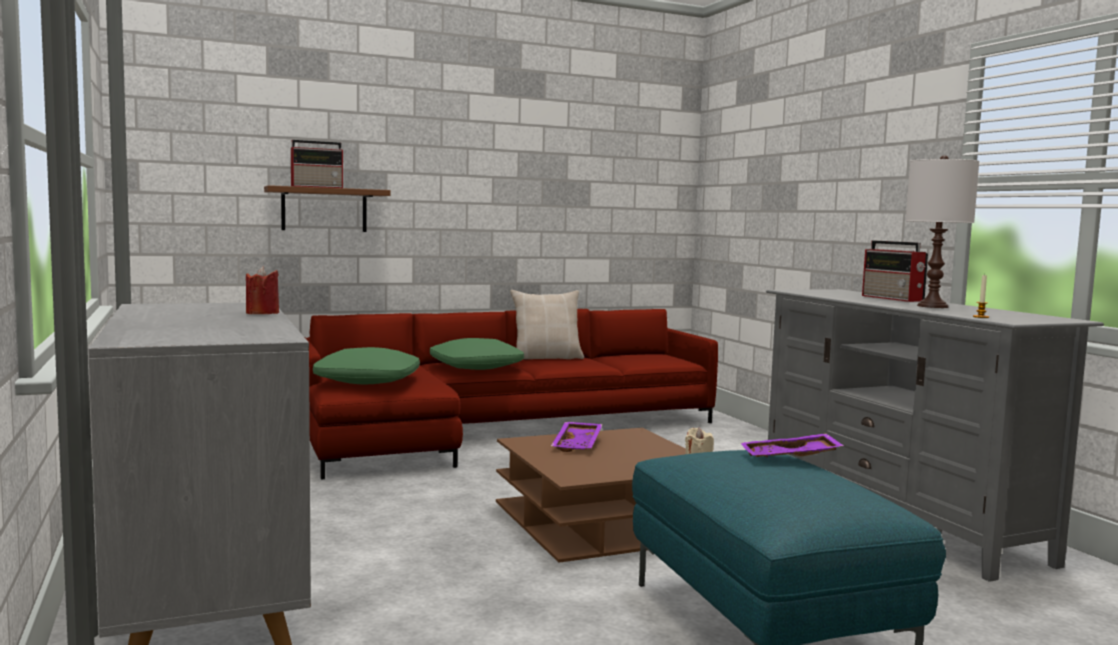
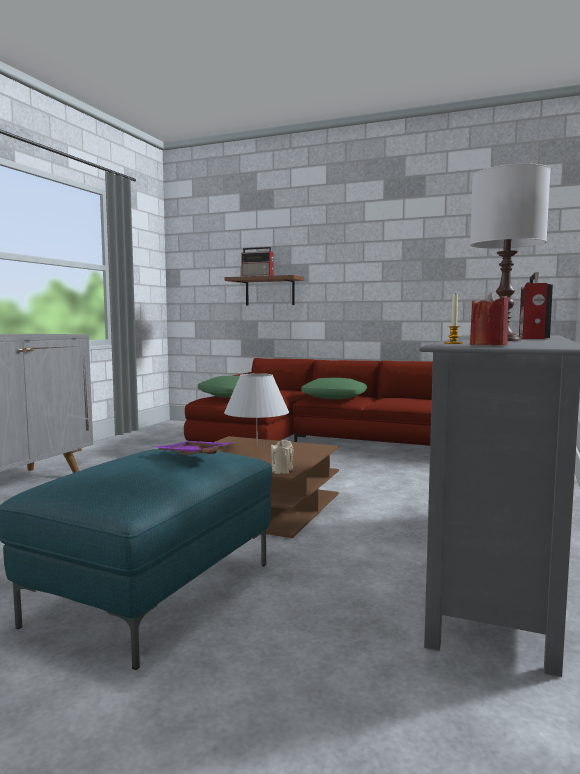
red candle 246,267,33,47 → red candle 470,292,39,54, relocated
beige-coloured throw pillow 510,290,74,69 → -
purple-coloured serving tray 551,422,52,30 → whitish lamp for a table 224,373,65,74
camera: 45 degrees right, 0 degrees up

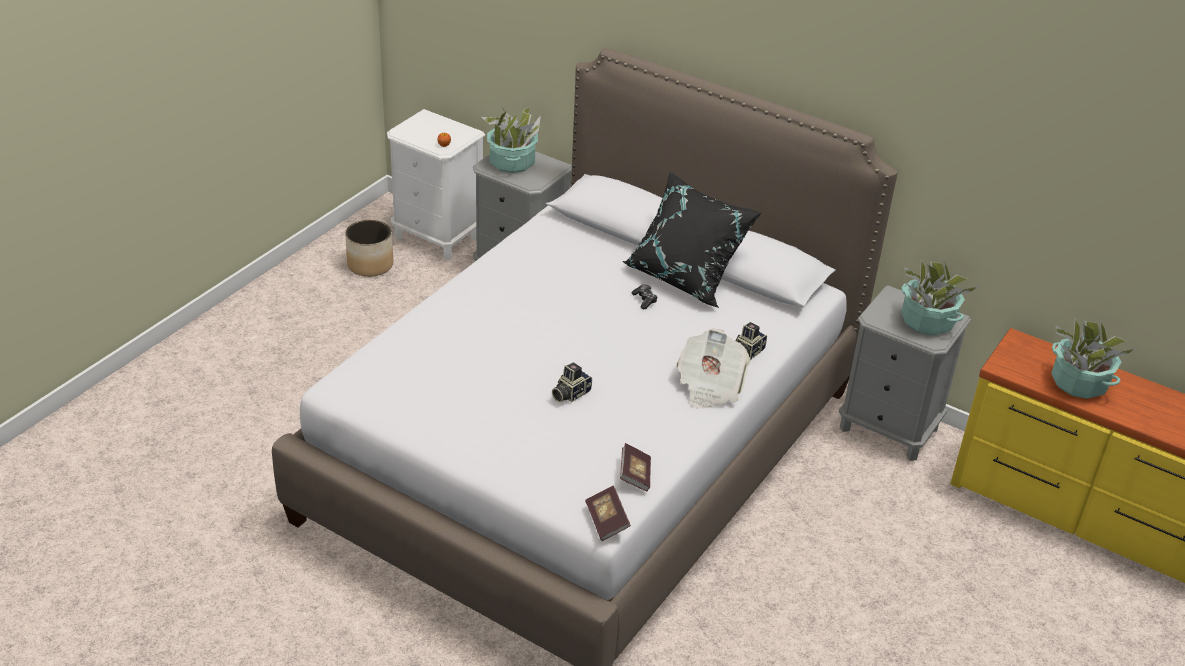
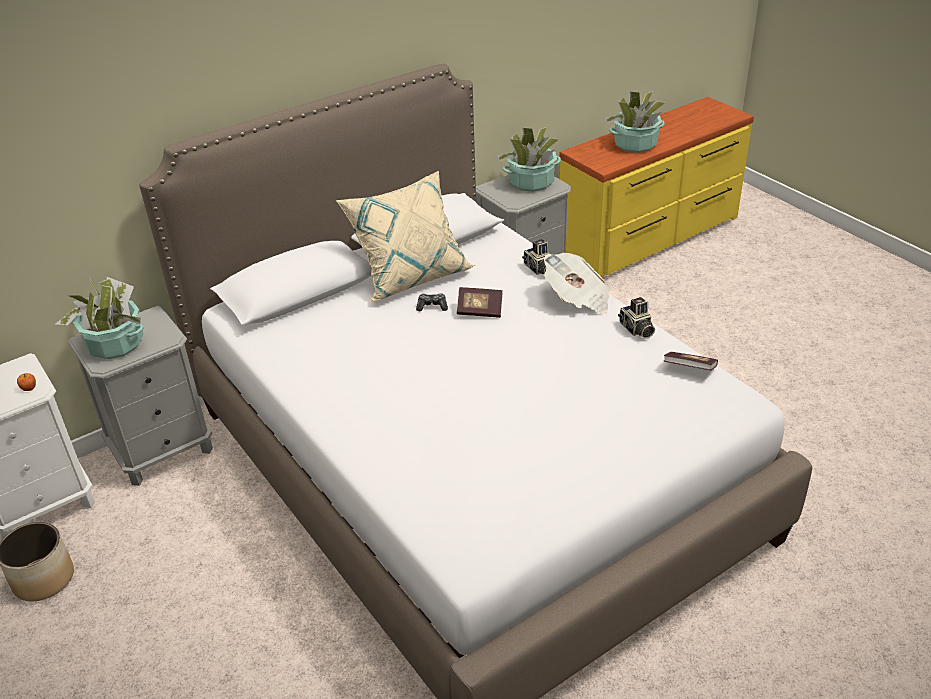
blackish throw pillow 622,171,140,137 → beige-coloured throw pillow 336,171,139,131
still camera 552,362,40,40 → still camera 618,297,37,42, relocated
volume 585,486,46,55 → volume 457,287,46,31, relocated
camera: 65 degrees left, 0 degrees up

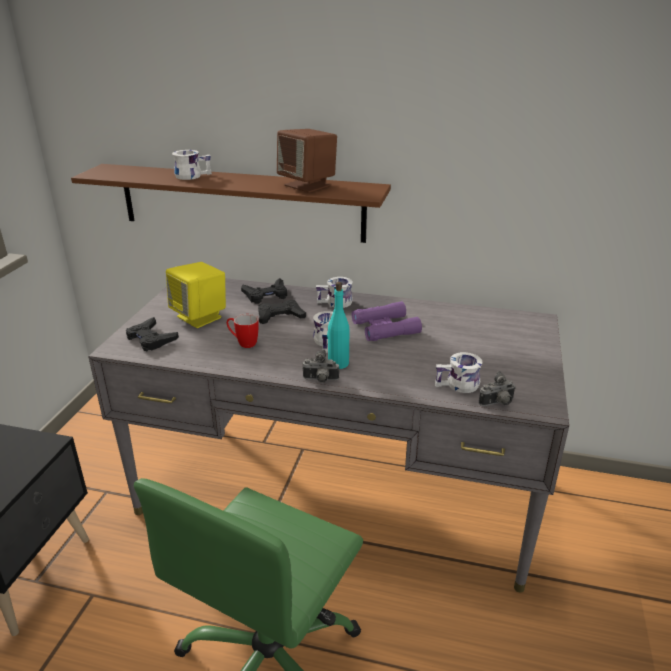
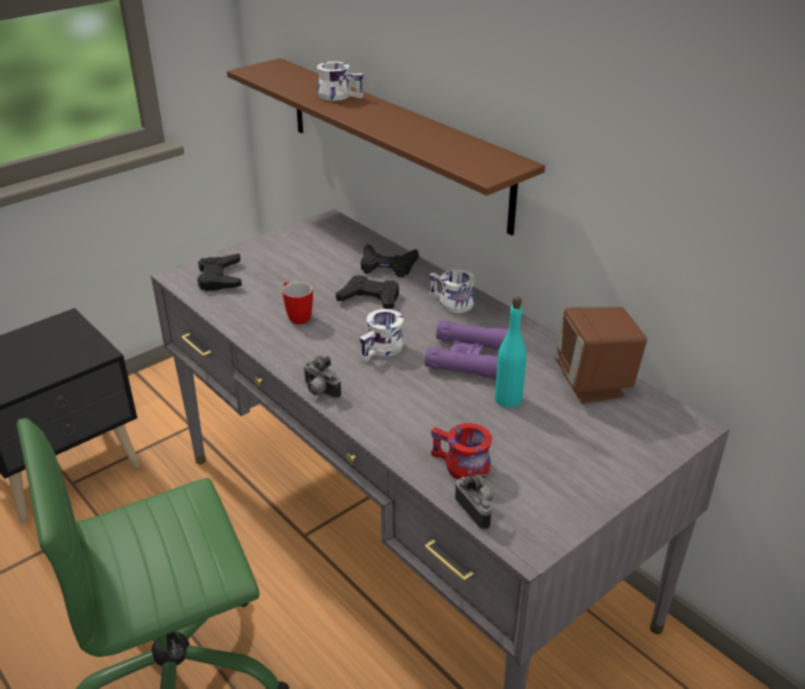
brown-coloured loudspeaker 277,129,60,64 → brown-coloured loudspeaker 555,307,92,97, relocated
yellow-coloured loudspeaker 166,262,60,66 → -
turquoise bottle 327,282,22,87 → turquoise bottle 495,296,31,112, relocated
whitish coffee mug 435,352,48,41 → red coffee mug 431,423,61,57
still camera 478,371,38,35 → still camera 455,474,38,56, 135 degrees counterclockwise
camera: 35 degrees right, 5 degrees up

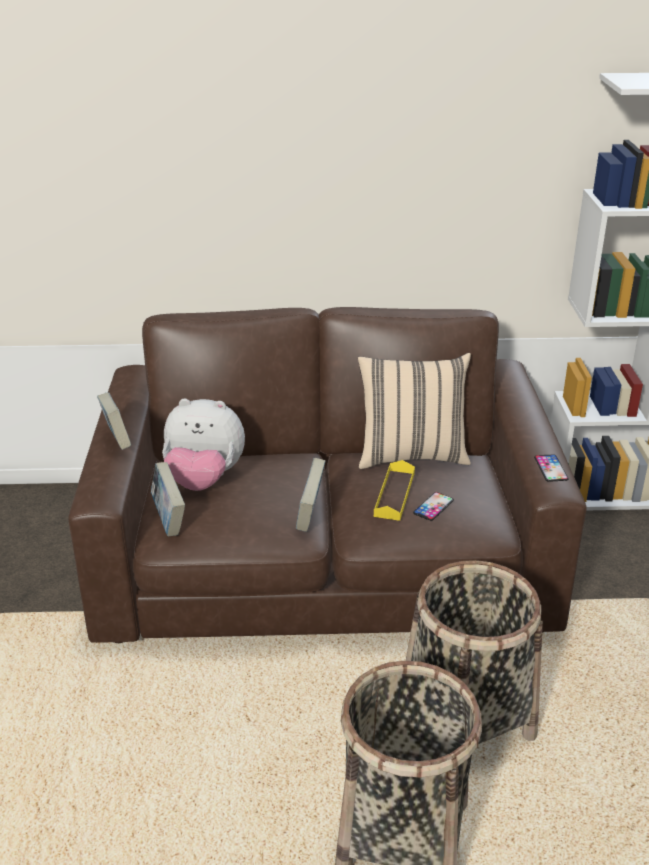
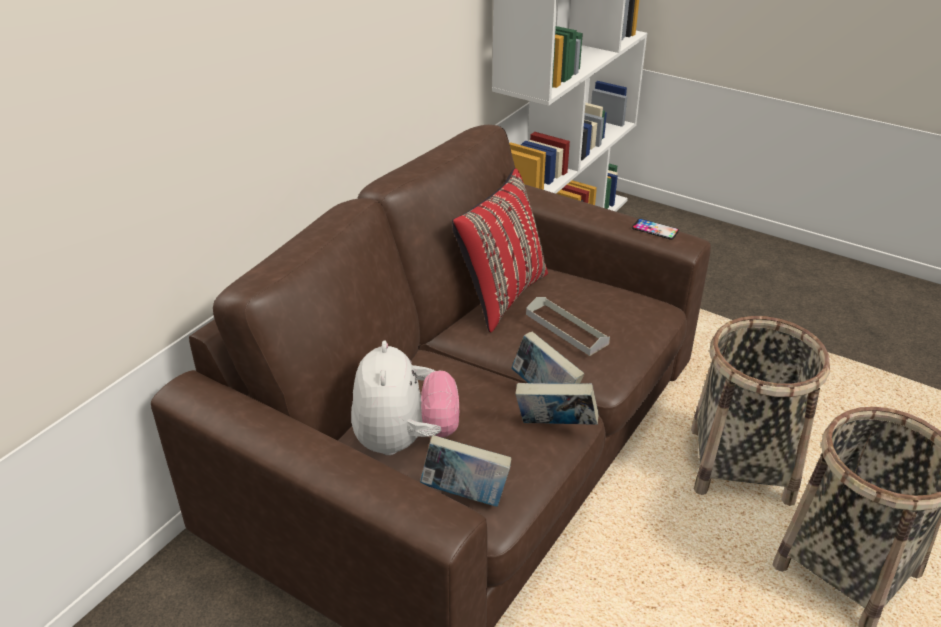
beige-coloured throw pillow 358,353,113,116 → red throw pillow 452,168,96,165
volume 97,392,34,58 → volume 515,383,84,42, relocated
cuddly toy 162,399,83,92 → cuddly toy 351,341,108,114, 45 degrees counterclockwise
yellow-coloured serving tray 374,460,41,61 → gray serving tray 526,297,84,59
handset 413,492,41,29 → -
camera: 55 degrees left, 5 degrees up

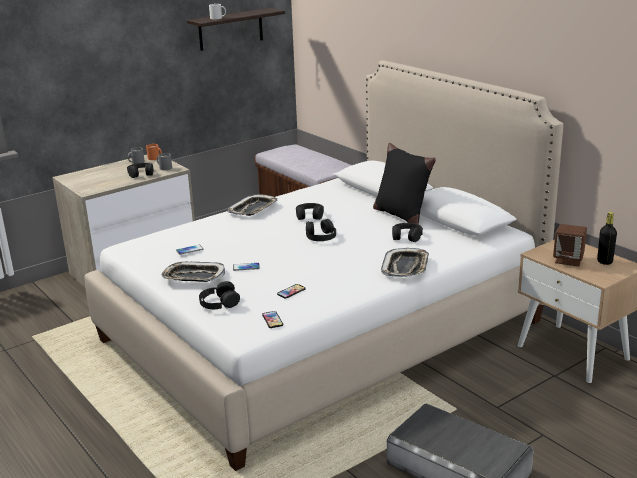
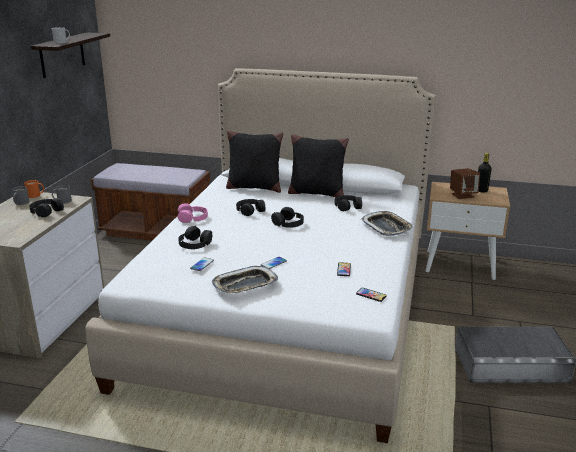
serving tray 228,194,49,22 → pinkish headset 178,203,30,20
blackish headset 199,281,41,28 → blackish headset 178,226,34,23, relocated
- → blackish throw pillow 226,130,57,63
camera: 40 degrees left, 0 degrees up

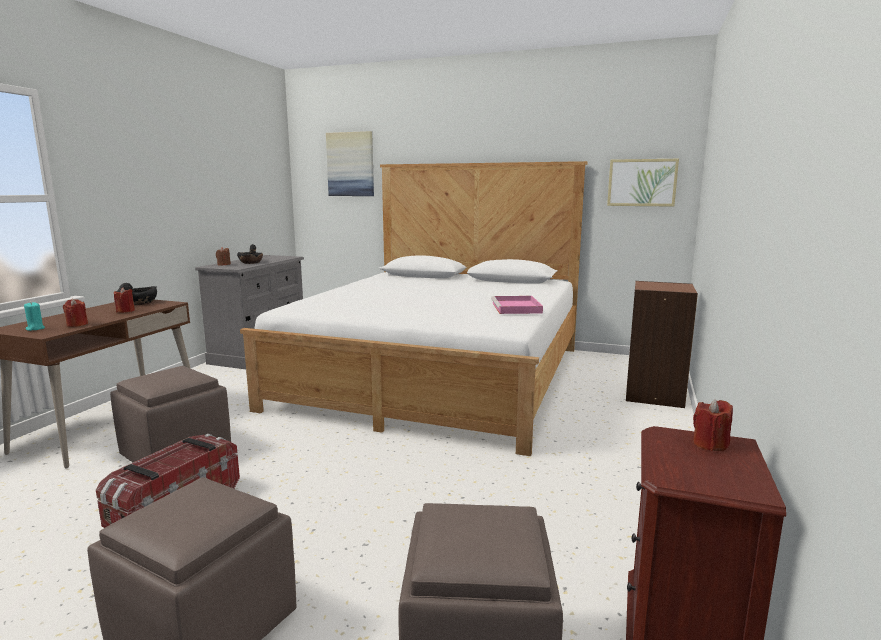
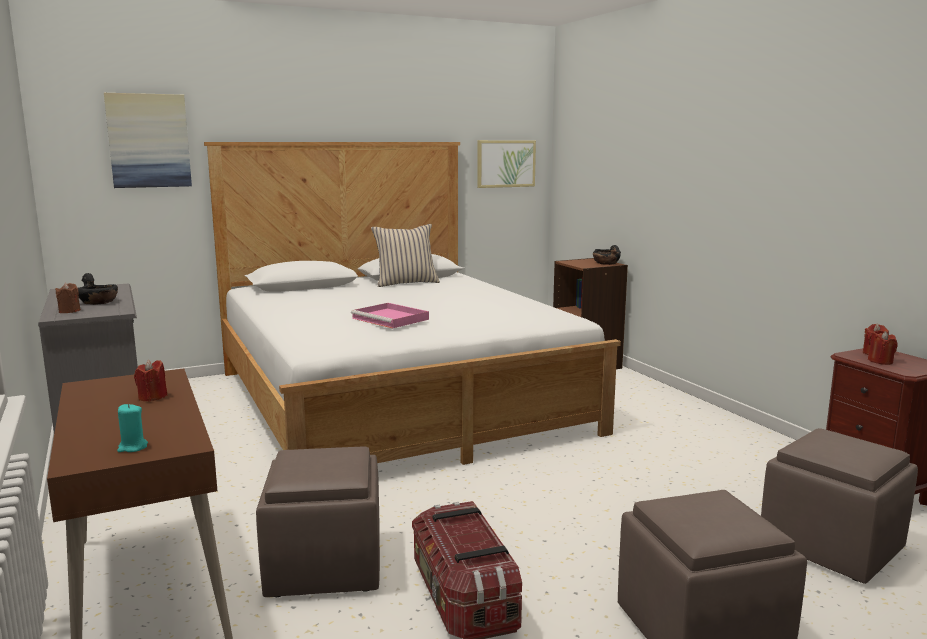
blackish deep dish 117,283,40,22 → blackish deep dish 593,245,28,20, relocated
pinkish serving tray 491,296,52,18 → pinkish serving tray 351,303,78,25, relocated
red candle 63,299,25,28 → red candle 868,331,30,34, relocated
- → beige-coloured throw pillow 371,224,69,63
camera: 45 degrees left, 0 degrees up

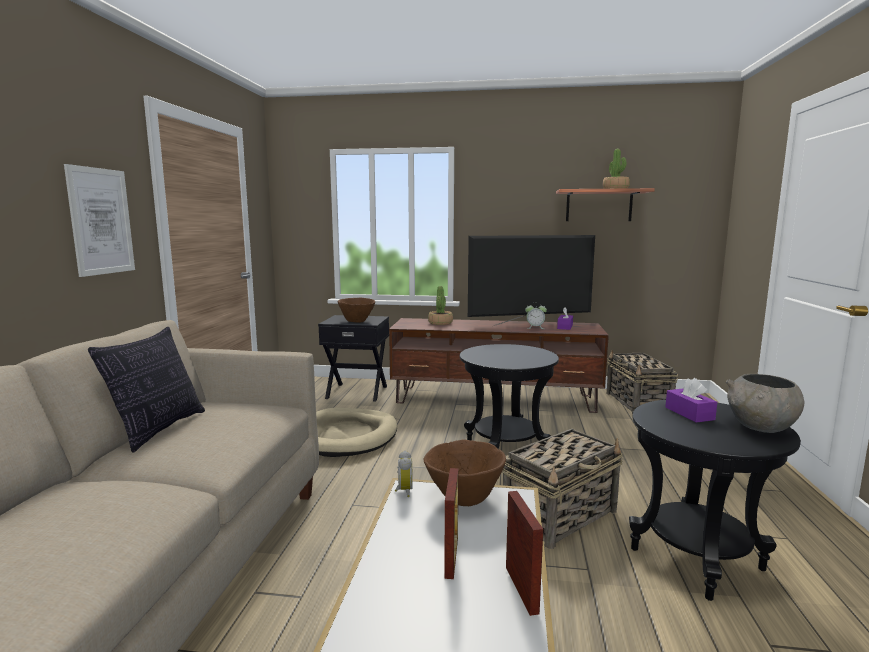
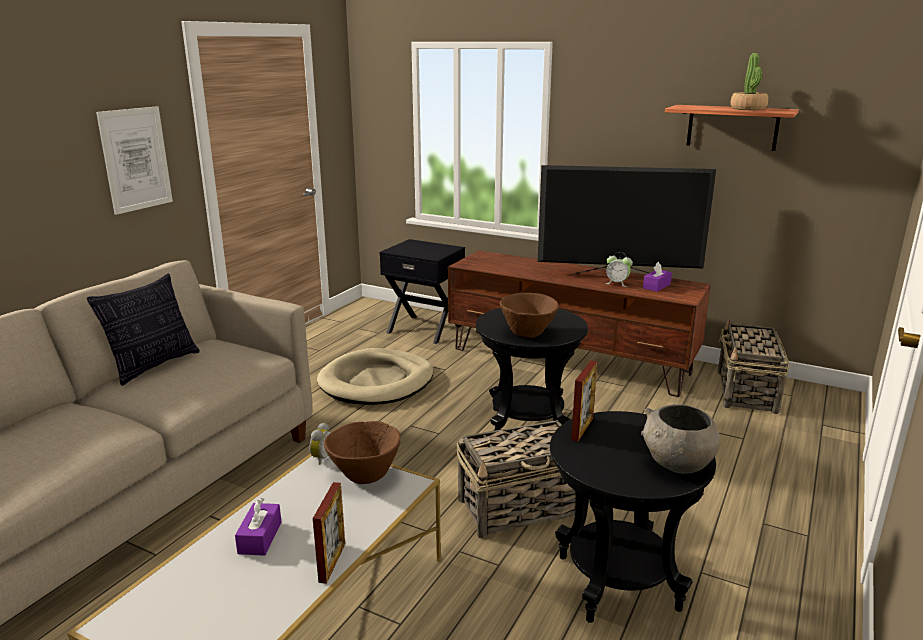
potted plant 428,286,25,39 → -
brown-coloured deep dish 338,298,37,25 → brown-coloured deep dish 500,293,59,45, relocated
purple-coloured tissue box 665,378,52,45 → purple-coloured tissue box 235,498,46,58, relocated
standing frame 444,468,15,111 → standing frame 571,360,26,82, relocated
camera: 20 degrees right, 10 degrees up

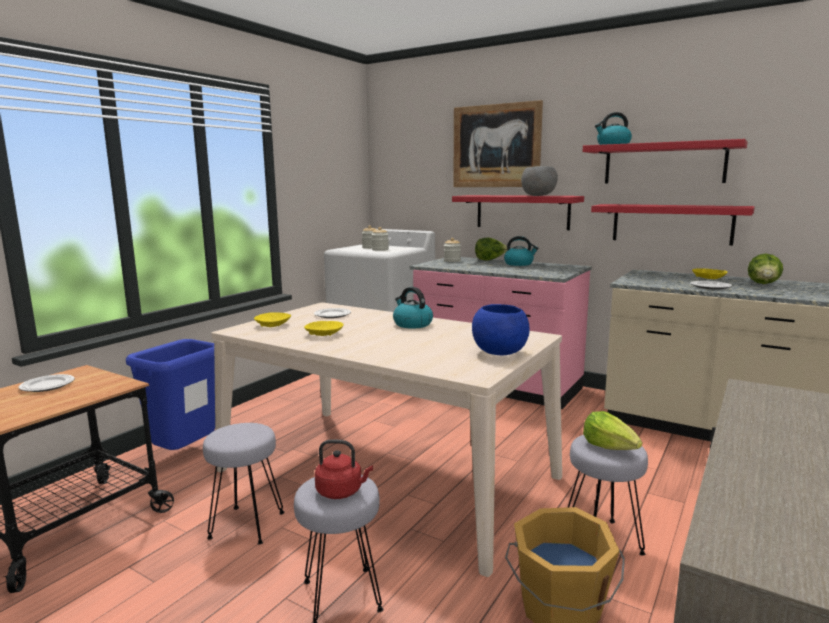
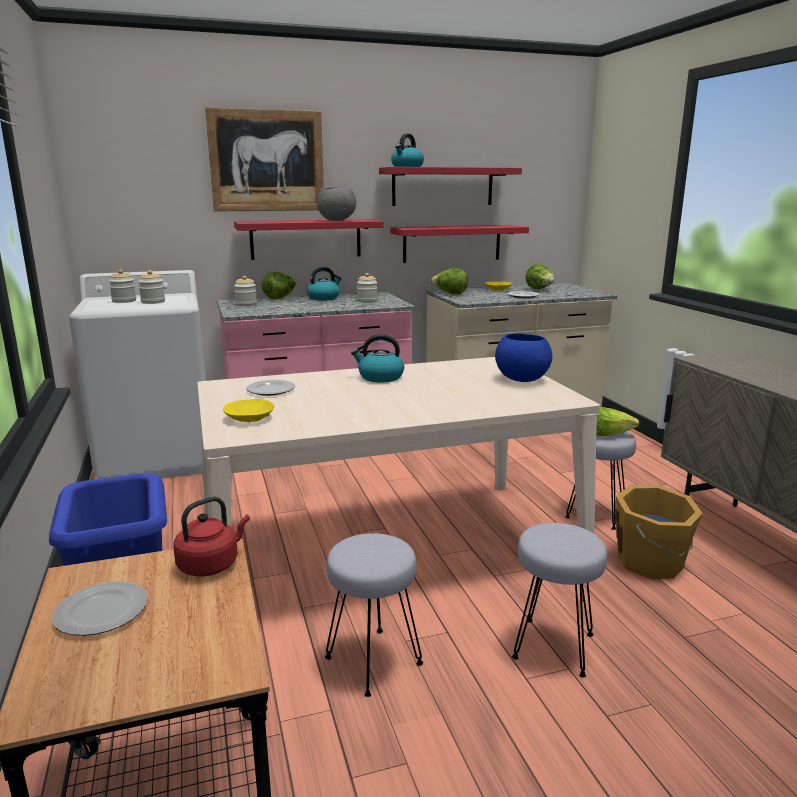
yellow-coloured deep dish 304,321,39,15 → -
red tea kettle 315,439,58,60 → red tea kettle 173,497,77,80, relocated
- → lettuce head 431,268,37,26
- → preserve jar 357,273,21,30
camera: 50 degrees left, 5 degrees up

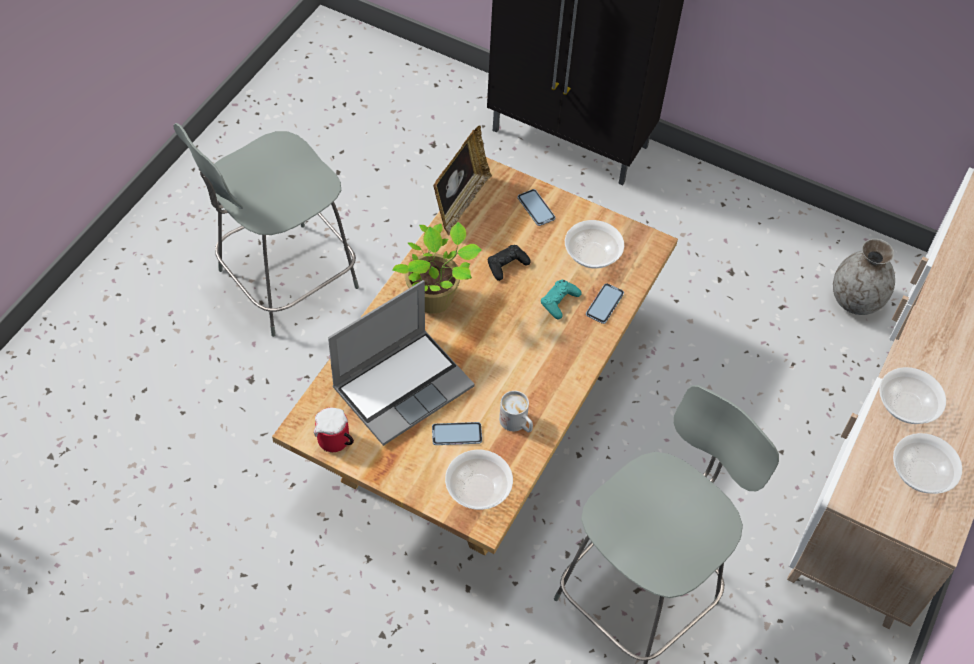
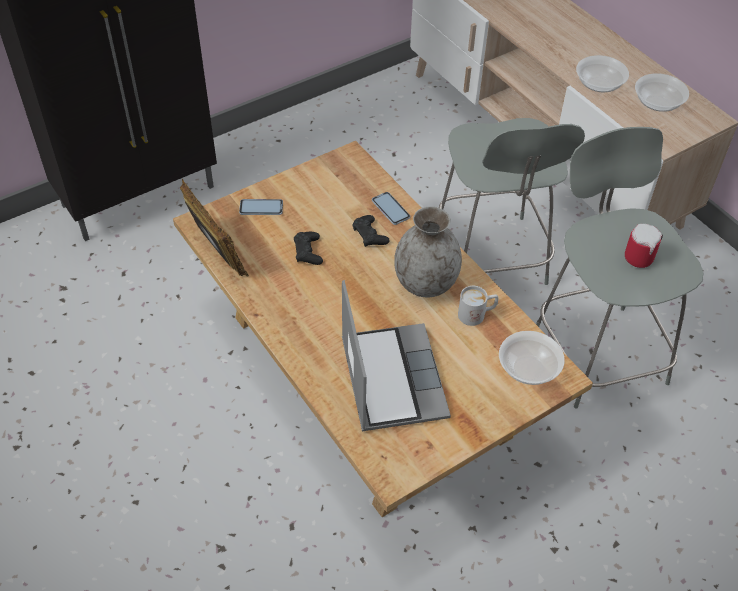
gray stool seat 173,123,186,214 → gray stool seat 439,118,146,167, relocated
deep dish 565,220,59,48 → -
potted plant 392,222,90,92 → -
gray flower vase 833,239,62,76 → gray flower vase 394,206,68,92, relocated
turquoise game controller 541,280,40,39 → blackish game controller 352,215,38,32
coffee mug 314,407,40,45 → coffee mug 625,224,38,44, relocated
handset 432,422,50,23 → -
camera: 60 degrees left, 5 degrees down

